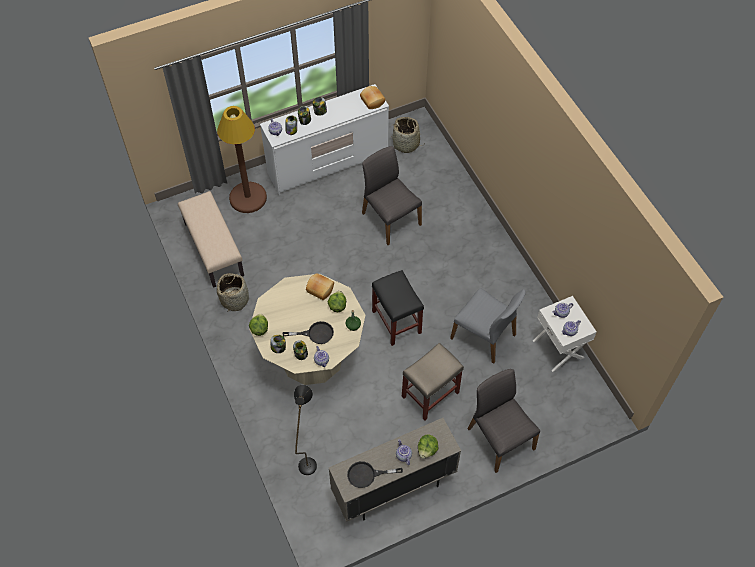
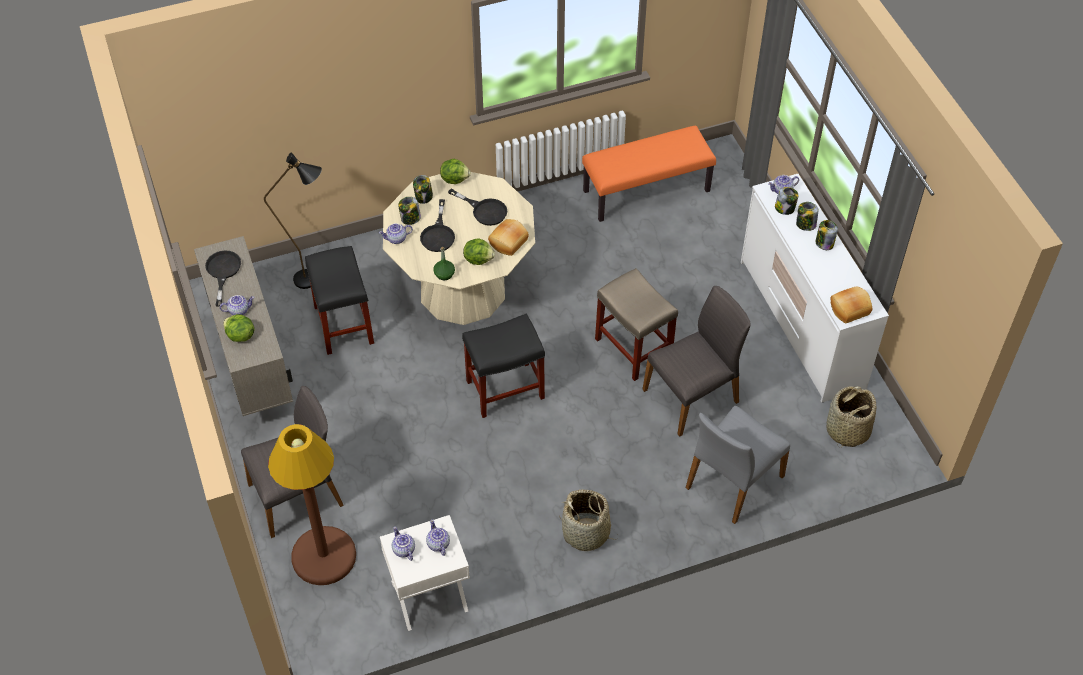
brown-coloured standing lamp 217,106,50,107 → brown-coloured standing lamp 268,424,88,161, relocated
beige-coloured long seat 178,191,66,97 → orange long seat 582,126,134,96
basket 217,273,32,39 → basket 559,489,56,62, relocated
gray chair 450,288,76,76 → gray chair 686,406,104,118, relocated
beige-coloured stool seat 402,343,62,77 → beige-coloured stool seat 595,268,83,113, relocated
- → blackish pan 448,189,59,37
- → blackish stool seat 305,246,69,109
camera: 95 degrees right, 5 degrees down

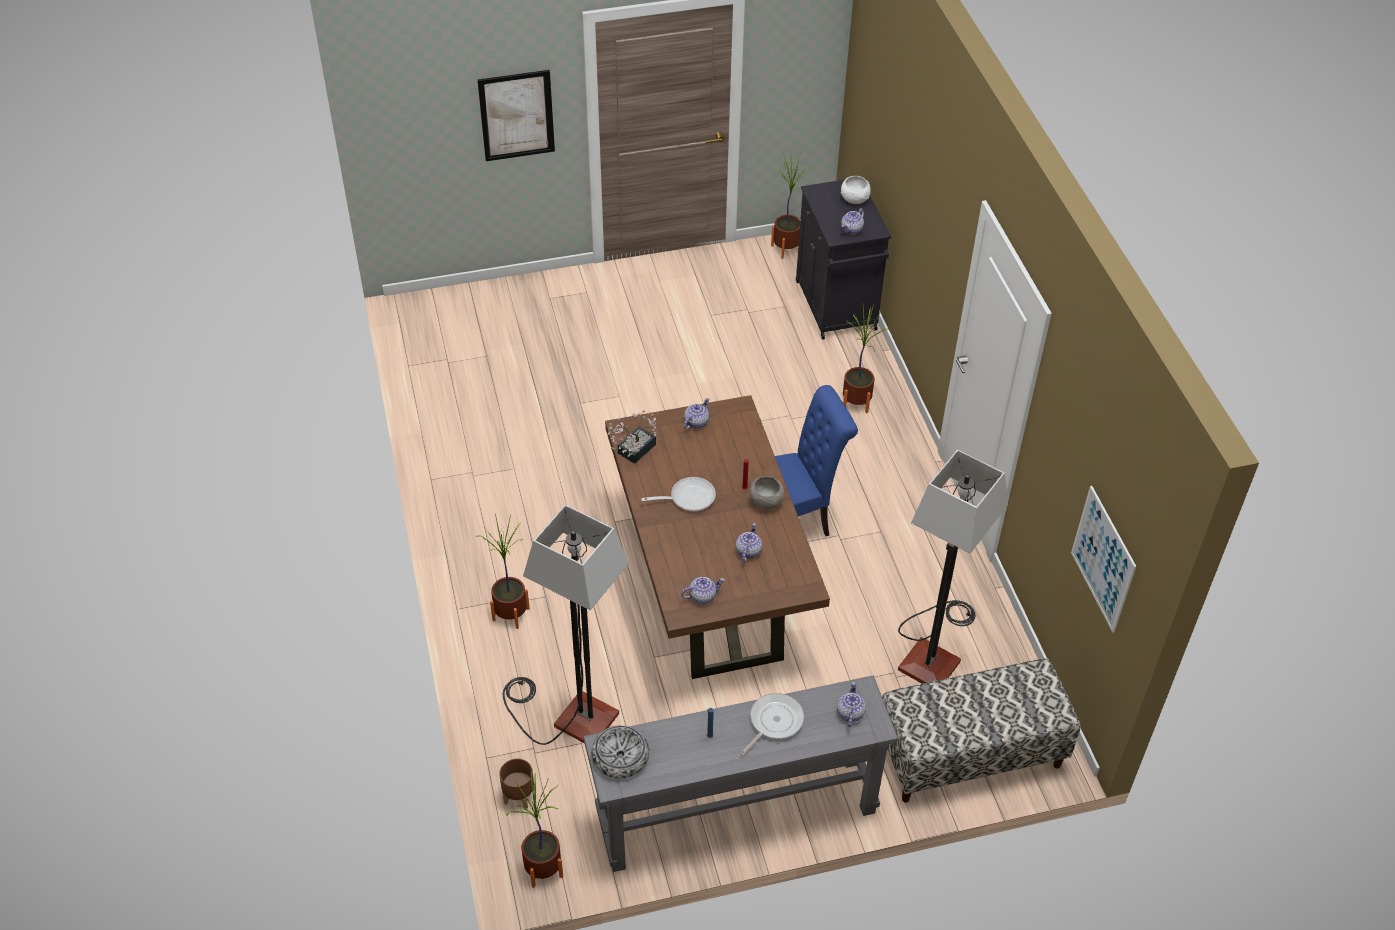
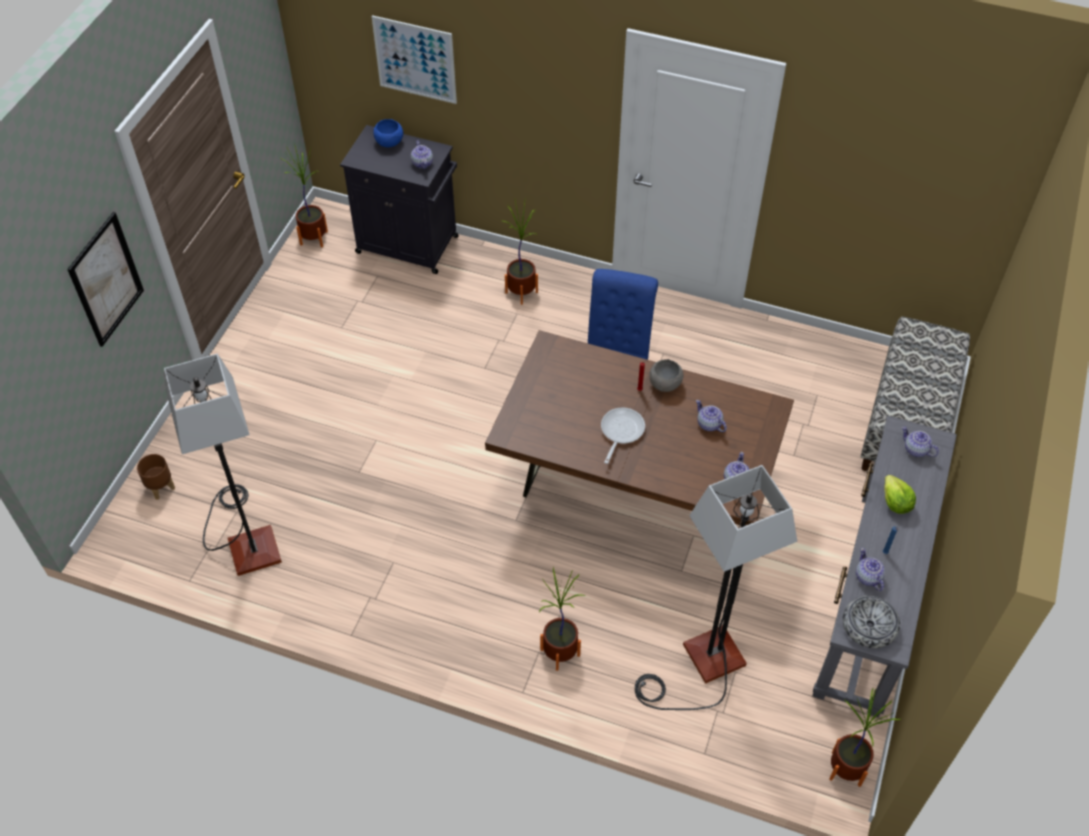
whitish deep dish 841,176,30,28 → bluish deep dish 374,119,30,28
tea pot 684,398,26,31 → tea pot 856,548,29,43, relocated
potted plant 607,410,50,54 → -
standing lamp 898,450,110,234 → standing lamp 164,354,118,222, relocated
picture 1071,486,65,146 → picture 372,15,85,89, relocated
pan 740,693,64,62 → lettuce head 884,475,32,39
brown-coloured planter 499,758,35,51 → brown-coloured planter 137,454,38,46, relocated
camera: 55 degrees left, 5 degrees up

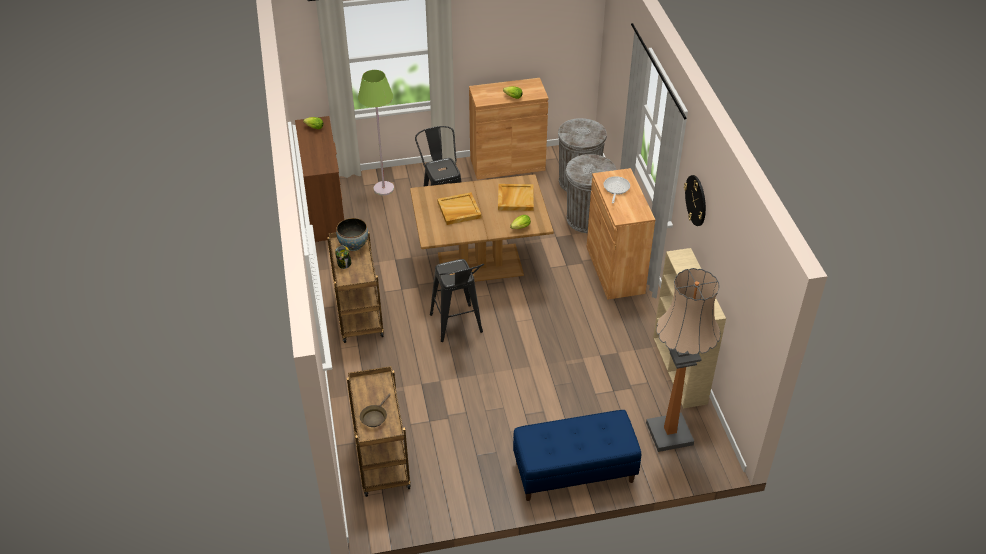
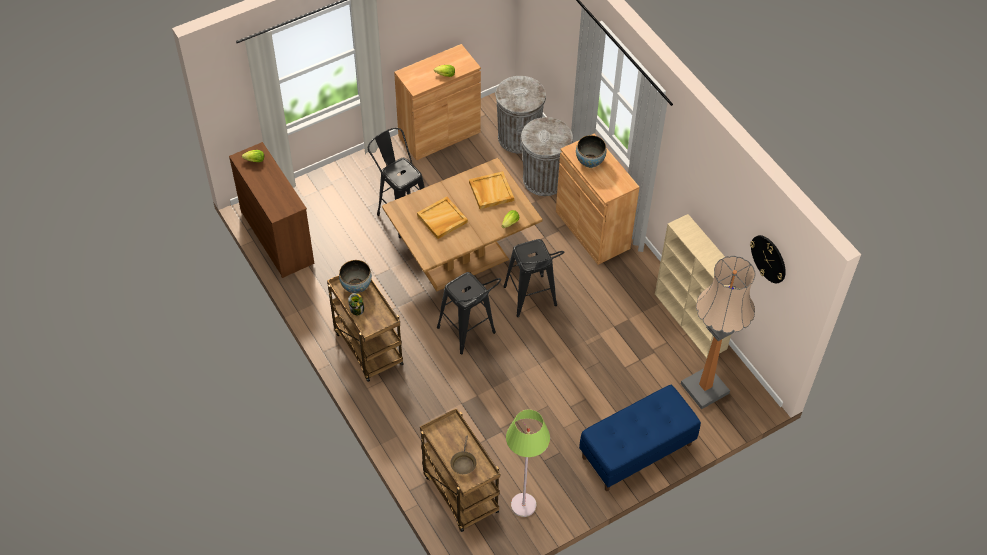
green-coloured standing lamp 358,70,36,126 → green-coloured standing lamp 506,410,44,107, relocated
clock on the wall 684,175,22,51 → clock on the wall 750,235,36,48, relocated
pan 603,176,27,27 → deep dish 576,135,30,33
- → blackish stool seat 503,239,61,78
camera: 20 degrees left, 10 degrees up

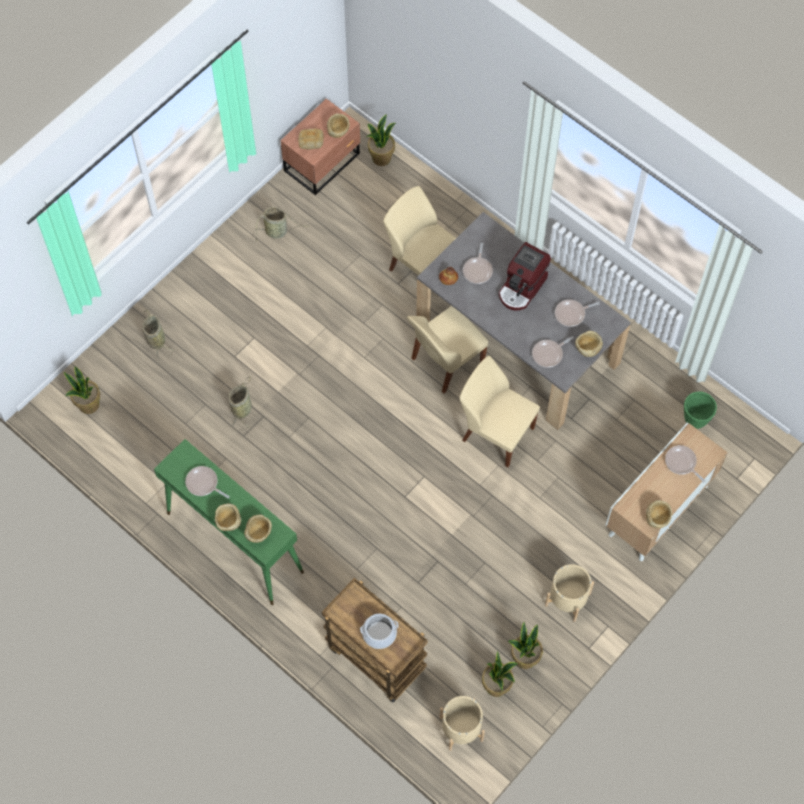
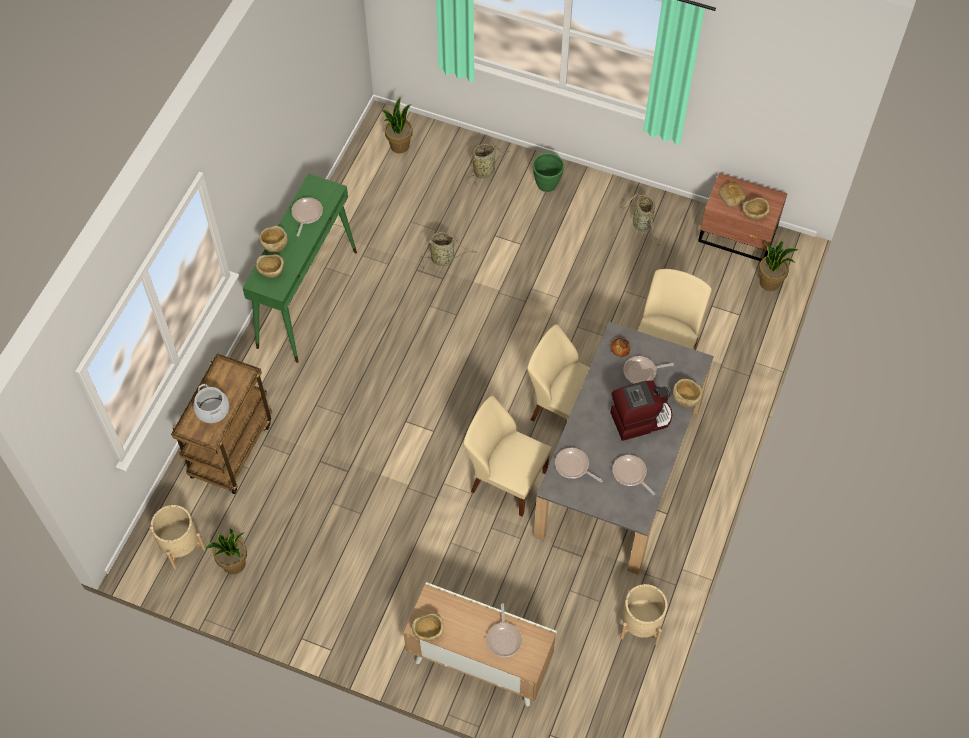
coffee maker 499,242,52,68 → coffee maker 610,381,62,60, 150 degrees clockwise
beige-coloured deep dish 575,331,28,26 → beige-coloured deep dish 673,379,30,29, relocated
beige-coloured chair 459,355,81,112 → beige-coloured chair 463,395,88,122, 75 degrees counterclockwise
green-coloured planter 684,391,33,38 → green-coloured planter 533,153,31,39, relocated
pan 665,445,41,38 → pan 486,603,36,54, 150 degrees clockwise
beige-coloured planter 545,564,49,58 → beige-coloured planter 620,584,48,61, relocated
potted plant 508,622,35,47 → -
camera: 70 degrees right, 5 degrees down

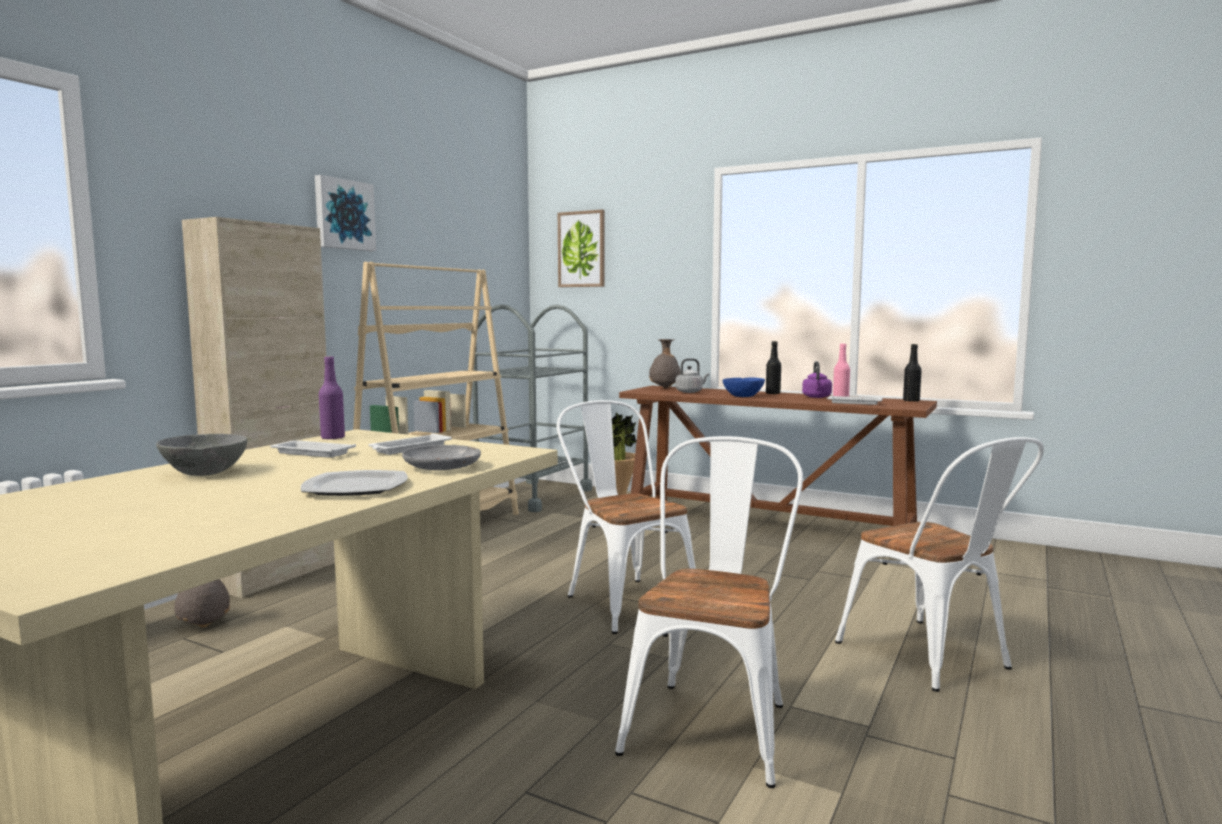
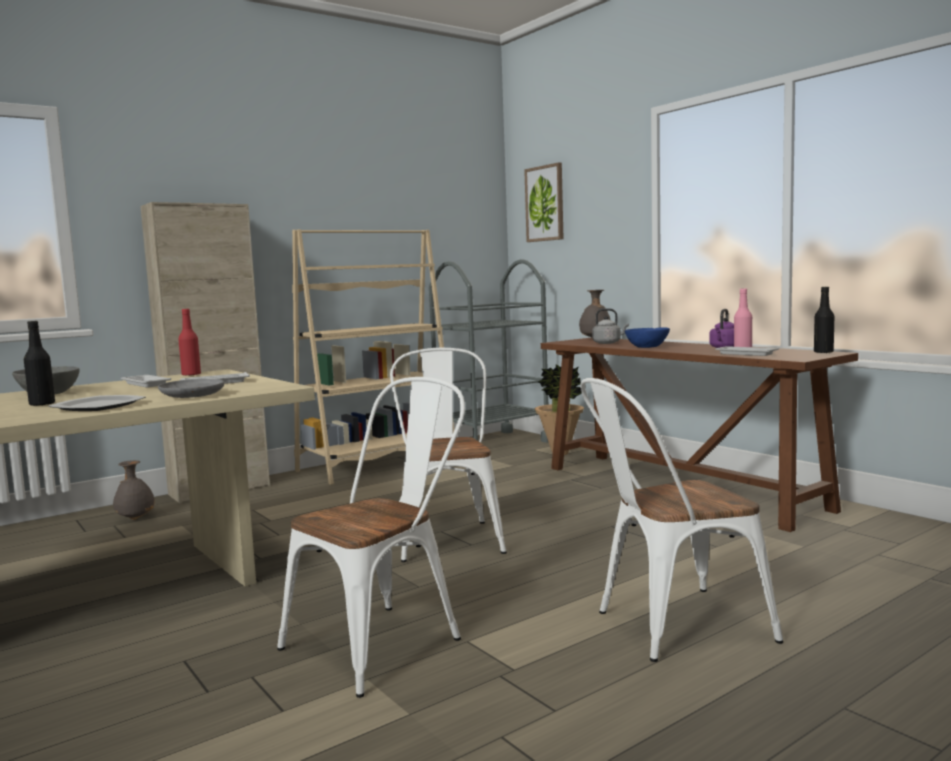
picture 315,175,61,76 → -
blackish bottle 766,341,15,53 → blackish bottle 24,321,31,85, relocated
purple-coloured bottle 319,356,26,84 → red bottle 178,309,23,67
whitish chair 835,437,209,255 → whitish chair 580,378,203,284, 75 degrees clockwise
camera: 25 degrees right, 0 degrees up

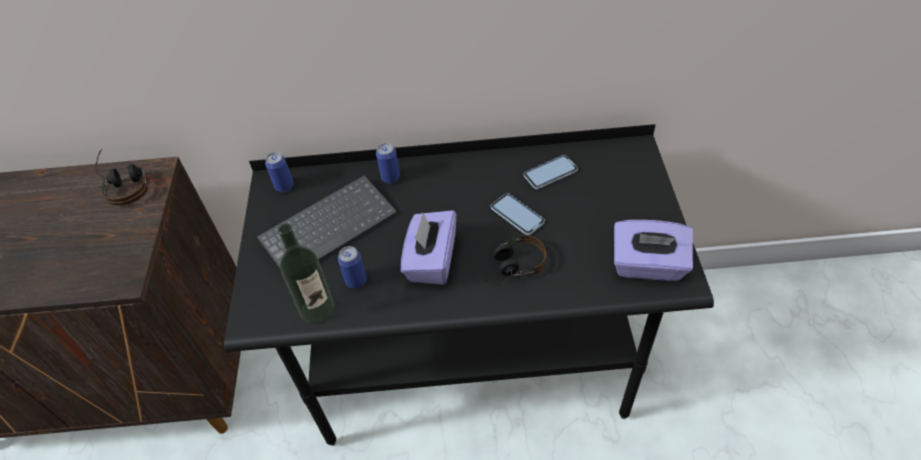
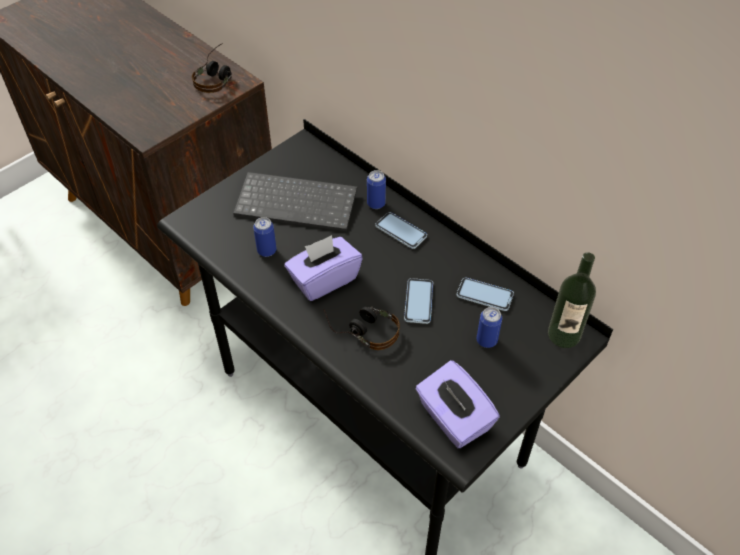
sealed can 265,152,29,40 → sealed can 477,307,25,41, relocated
bottle 278,224,56,100 → bottle 548,252,48,96, relocated
- → handset 376,212,51,37
camera: 45 degrees right, 0 degrees up

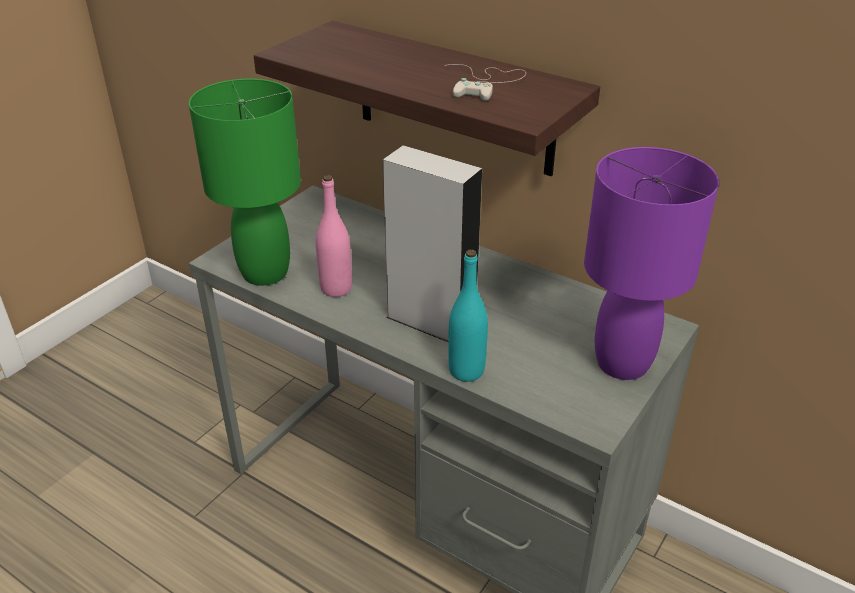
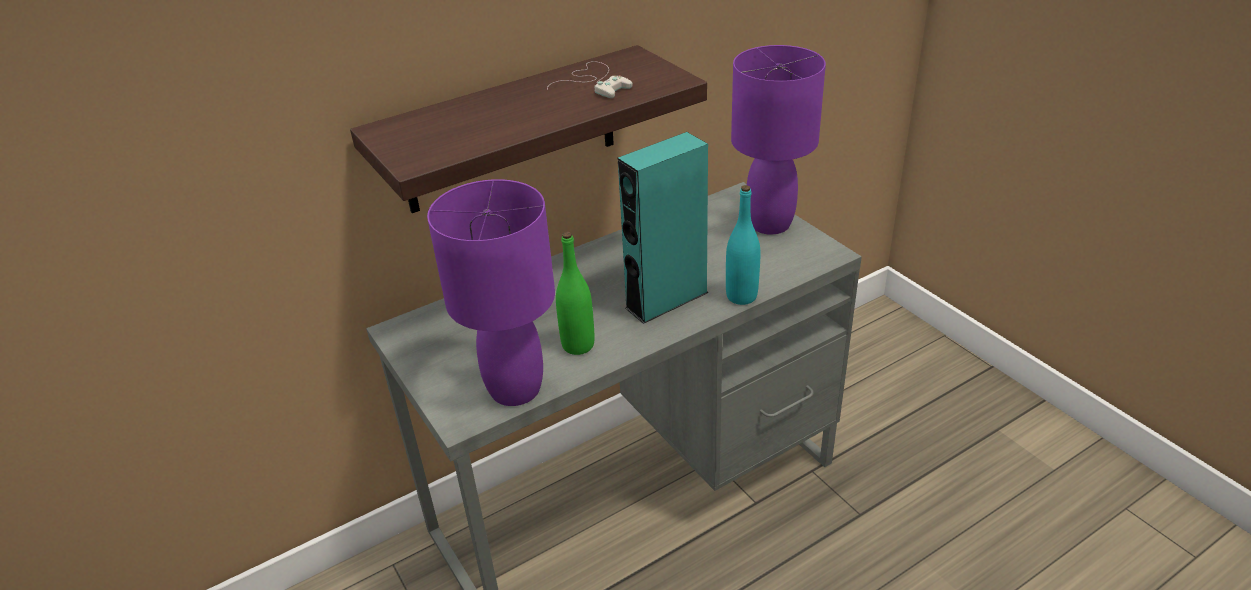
green-coloured lamp for a table 189,79,112,207 → purple-coloured lamp for a table 427,179,128,227
gray loudspeaker 383,145,99,197 → turquoise loudspeaker 618,132,91,192
pinkish bottle 316,175,36,122 → green-coloured bottle 556,232,38,123
camera: 65 degrees left, 0 degrees up

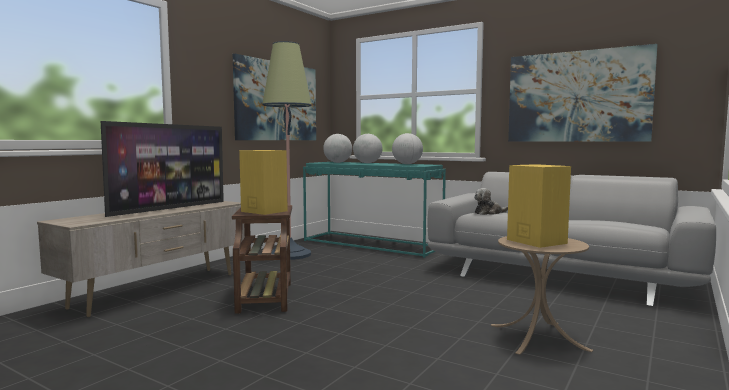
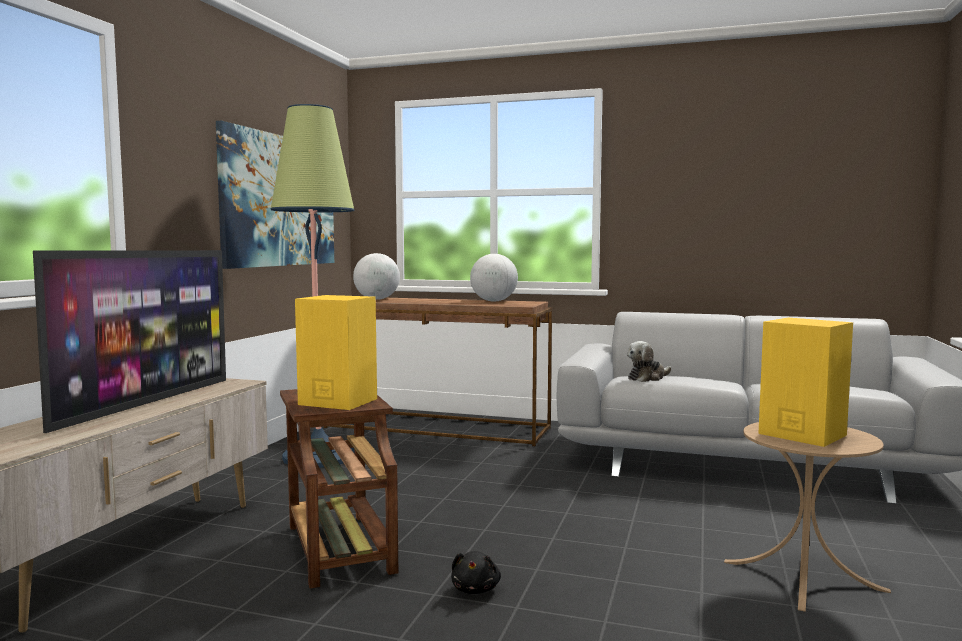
picture 508,44,150,98 → -
globe 353,134,30,29 → -
turquoise narrow table 303,162,143,96 → brown-coloured narrow table 324,298,228,148
- → blackish cuddly toy 451,551,50,43
camera: 15 degrees left, 0 degrees up

